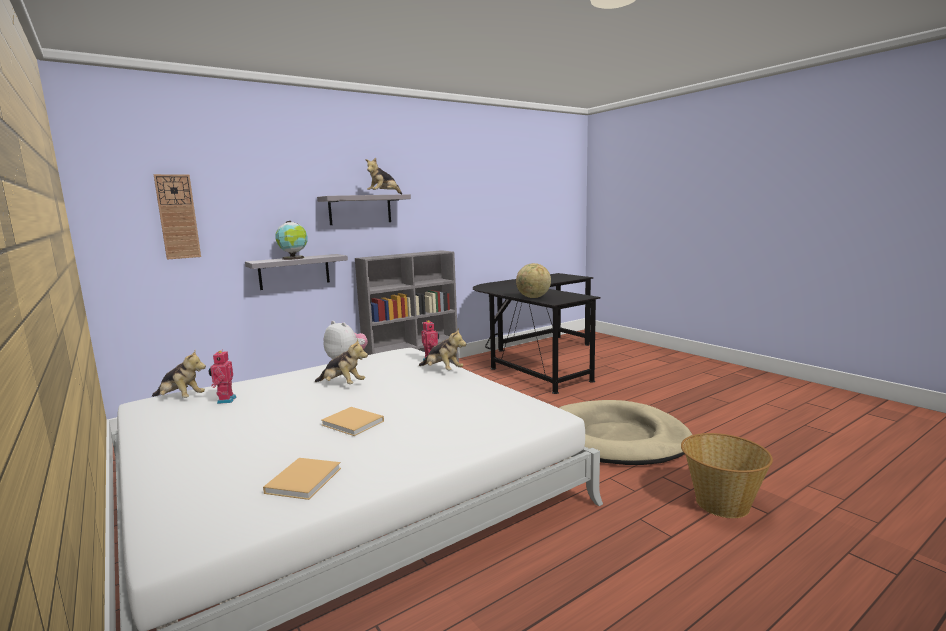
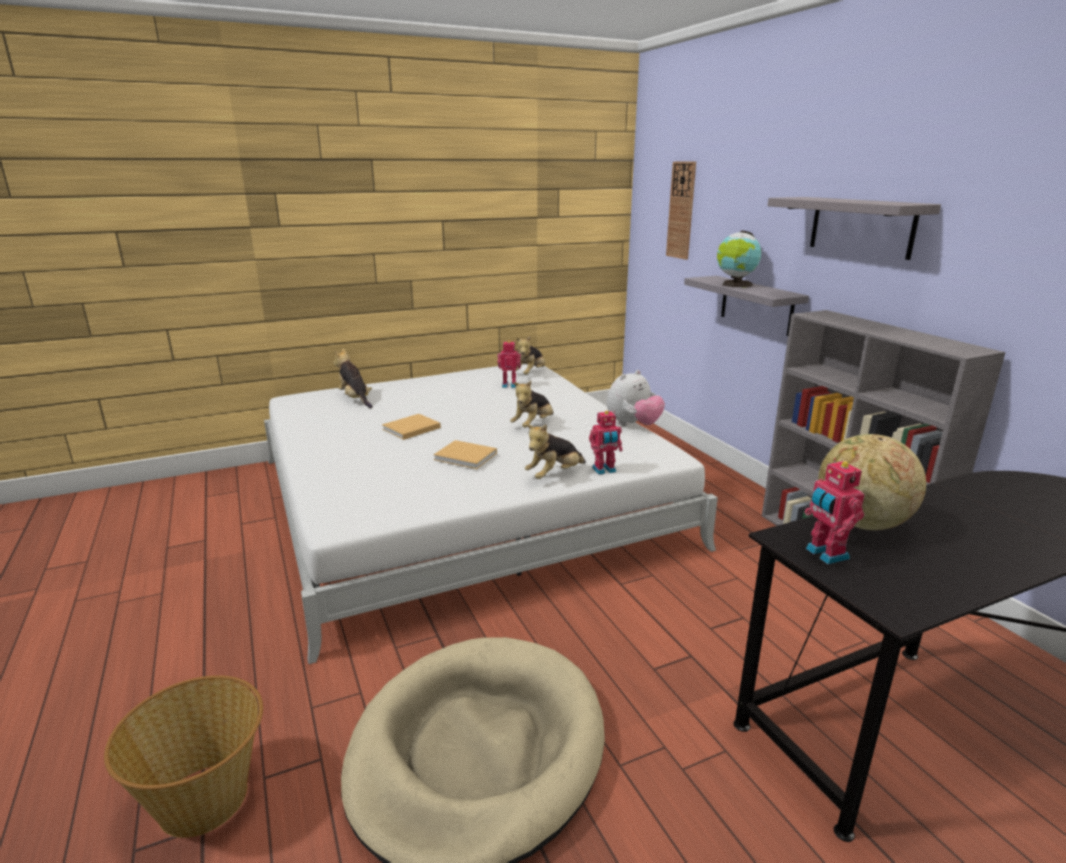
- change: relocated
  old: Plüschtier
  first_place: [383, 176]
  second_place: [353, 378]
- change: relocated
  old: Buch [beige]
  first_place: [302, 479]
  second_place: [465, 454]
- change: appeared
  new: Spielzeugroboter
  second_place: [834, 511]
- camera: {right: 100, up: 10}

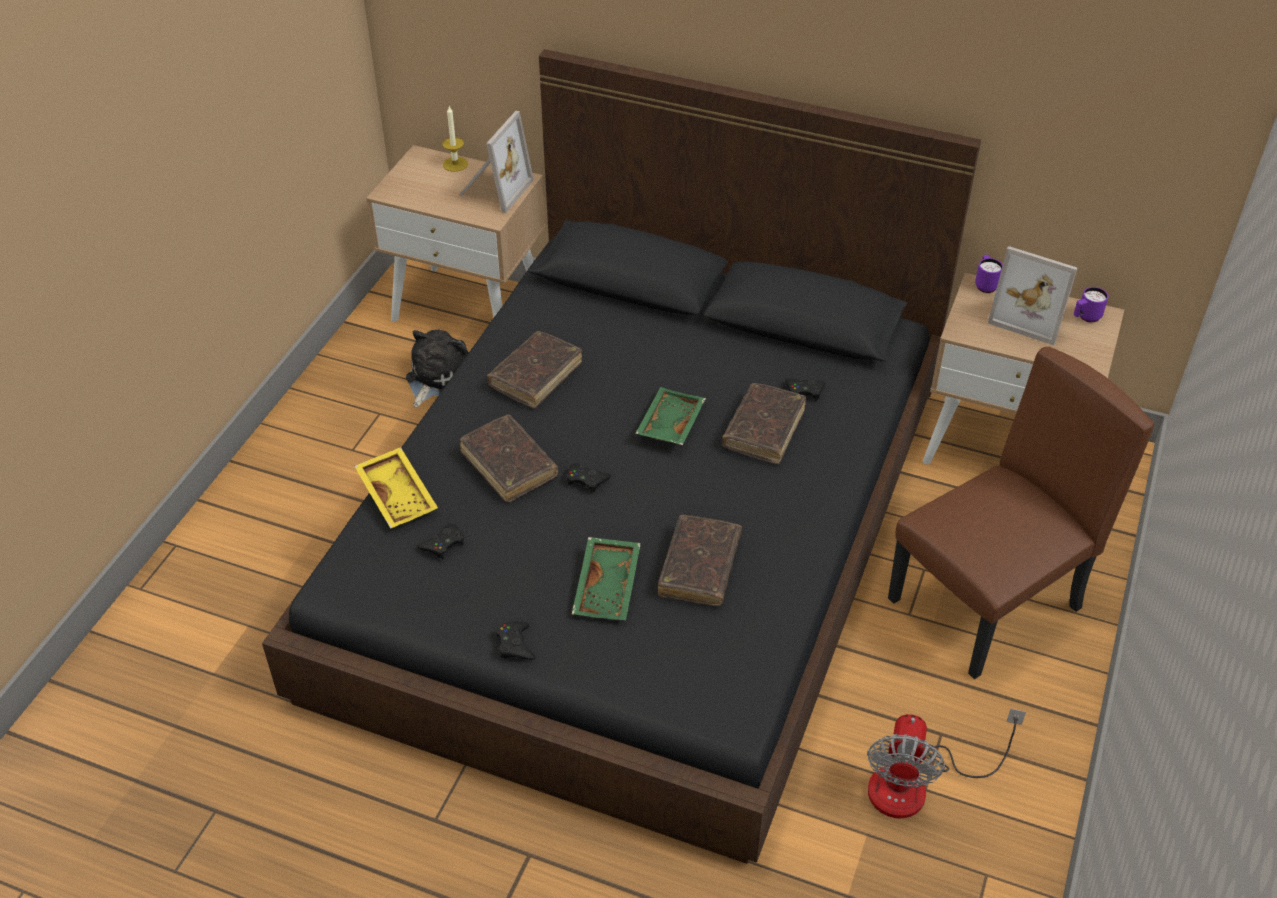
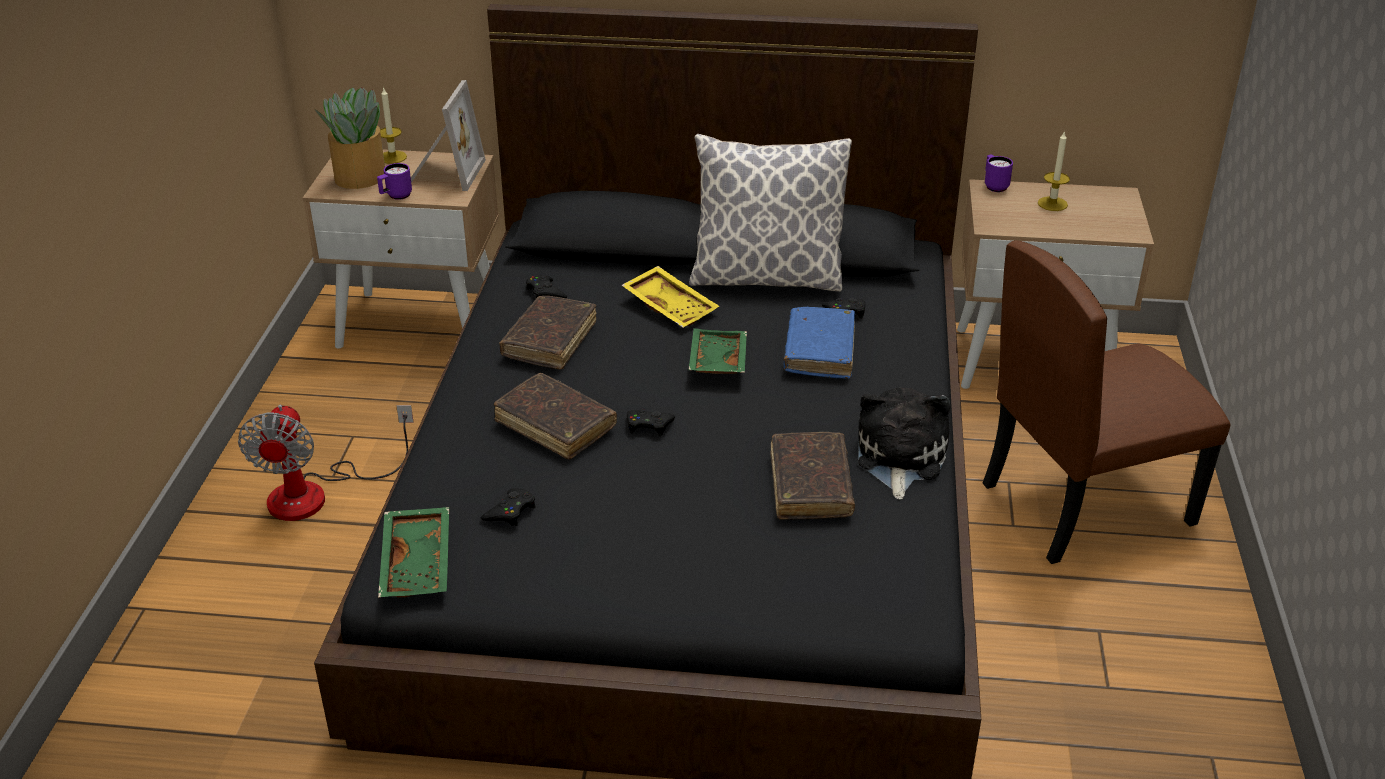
- change: exchanged
  old: Bilderrahmen
  new: Kerze
  first_place: [1032, 295]
  second_place: [1054, 170]
- change: relocated
  old: Henkelbecher [lila]
  first_place: [1091, 304]
  second_place: [394, 181]
- change: relocated
  old: Plüschtier
  first_place: [437, 368]
  second_place: [904, 444]
- change: spun
  old: Stuhl [braun]
  first_place: [1021, 513]
  second_place: [1107, 402]
  degrees: -150
- change: colour
  old: Buch [braun]
  new: Buch [blau]
  first_place: [764, 423]
  second_place: [819, 343]
- change: relocated
  old: Tablett [gelb]
  first_place: [396, 488]
  second_place: [670, 297]
- change: relocated
  old: Tablett [grün]
  first_place: [606, 578]
  second_place: [413, 552]
- change: relocated
  old: Gamepad [schwarz]
  first_place: [516, 640]
  second_place: [546, 286]
- change: relocated
  old: Ventilator
  first_place: [946, 764]
  second_place: [326, 462]
- change: appeared
  new: Topfpflanze
  second_place: [350, 138]
- change: appeared
  new: Kissen
  second_place: [770, 213]
- camera: {right: -15, up: -10}

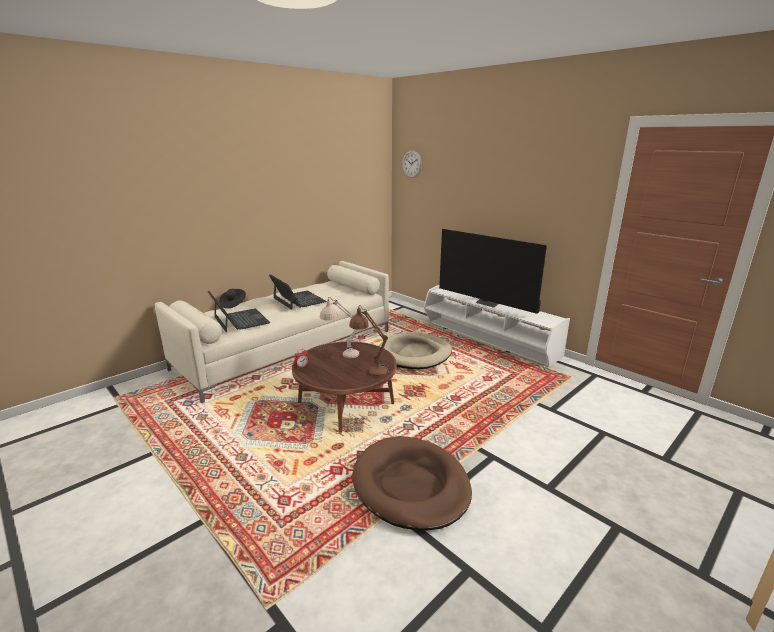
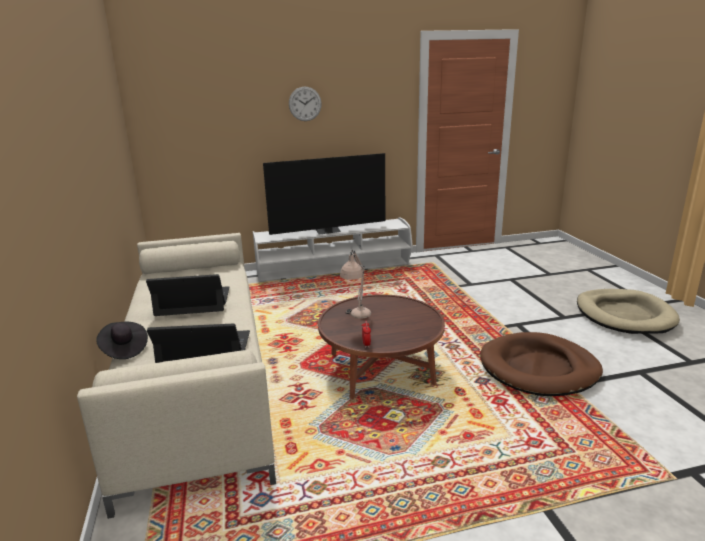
- change: relocated
  old: Wanduhr
  first_place: [412, 164]
  second_place: [305, 103]
- change: missing
  old: Tischlampe [braun]
  first_place: [369, 340]
- change: relocated
  old: Hundebett [beige]
  first_place: [415, 350]
  second_place: [628, 311]
- camera: {right: -60, up: 0}

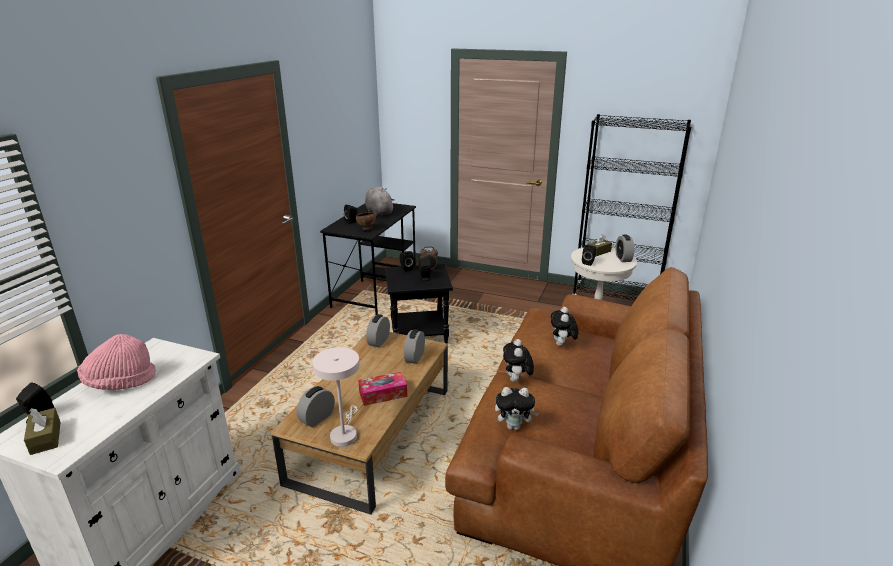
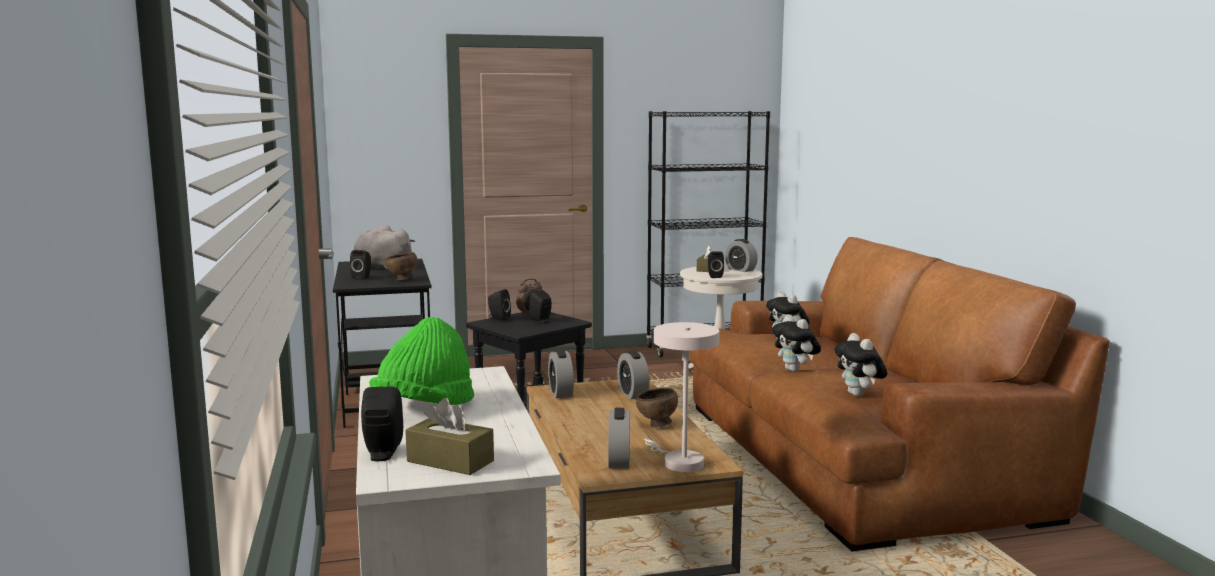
- change: colour
  old: Hut [rosa]
  new: Hut [grün]
  first_place: [116, 362]
  second_place: [421, 361]
- change: exchanged
  old: Taschentuchbox
  new: Schüssel [braun]
  first_place: [382, 389]
  second_place: [657, 407]
- change: spun
  old: Plüschtier
  first_place: [517, 408]
  second_place: [860, 364]
  degrees: 105
- camera: {right: -35, up: -15}

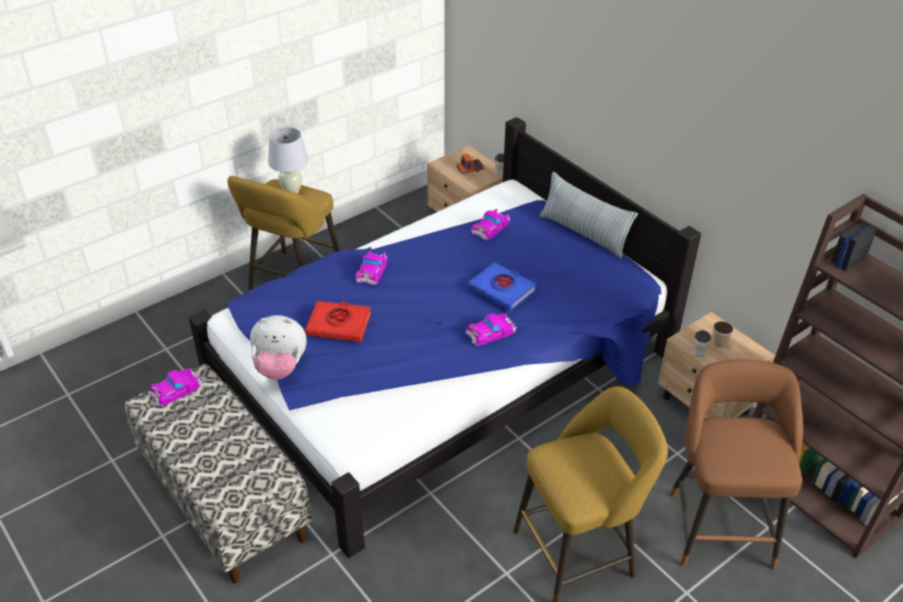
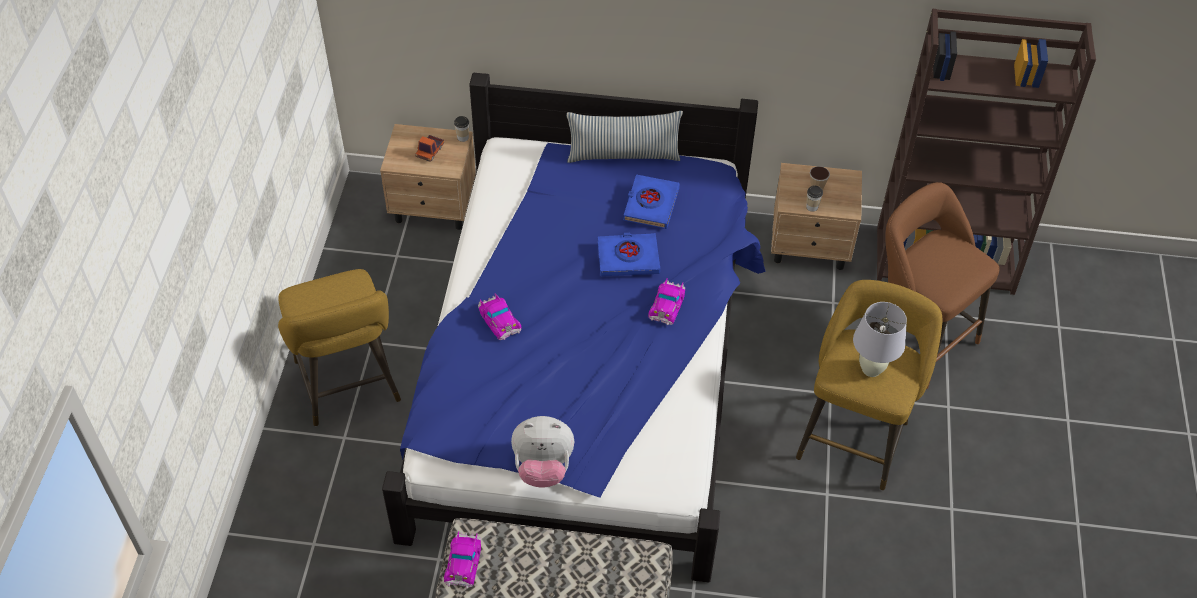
- change: relocated
  old: Tischlampe [weiß]
  first_place: [288, 160]
  second_place: [880, 339]
- change: missing
  old: Spielzeugauto
  first_place: [490, 224]
- change: missing
  old: Buch [rot]
  first_place: [338, 321]
- change: spun
  old: Plüschtier
  first_place: [278, 347]
  second_place: [542, 452]
  degrees: 45
- change: appeared
  new: Buch [blau]
  second_place: [651, 201]
- camera: {right: -45, up: 10}

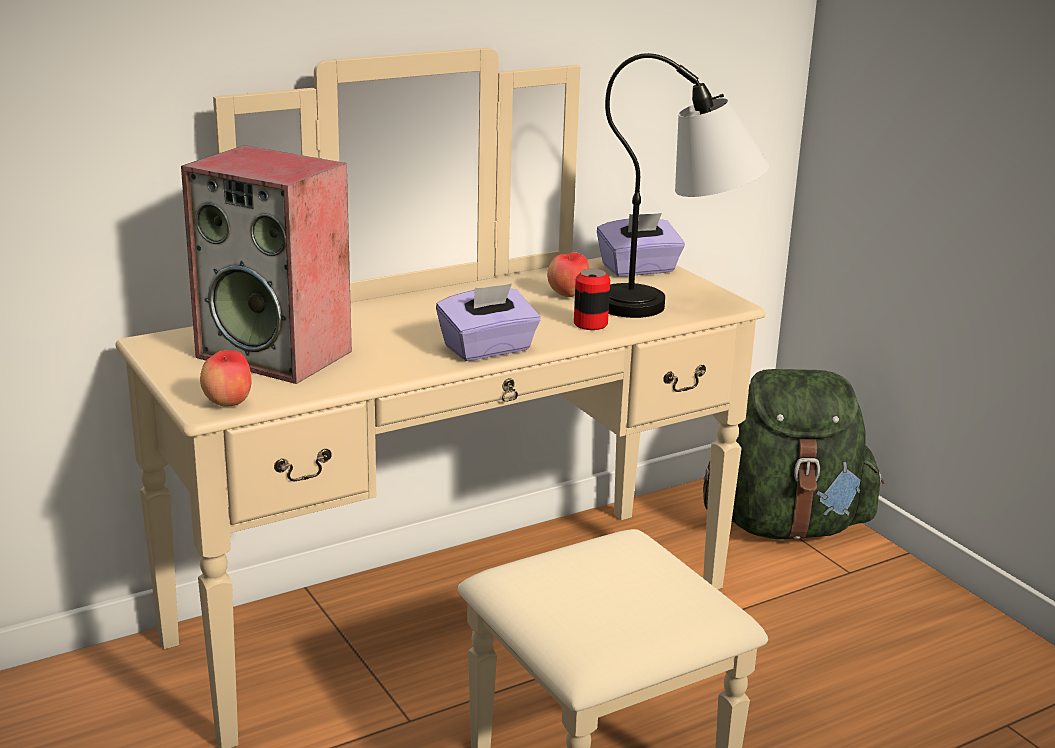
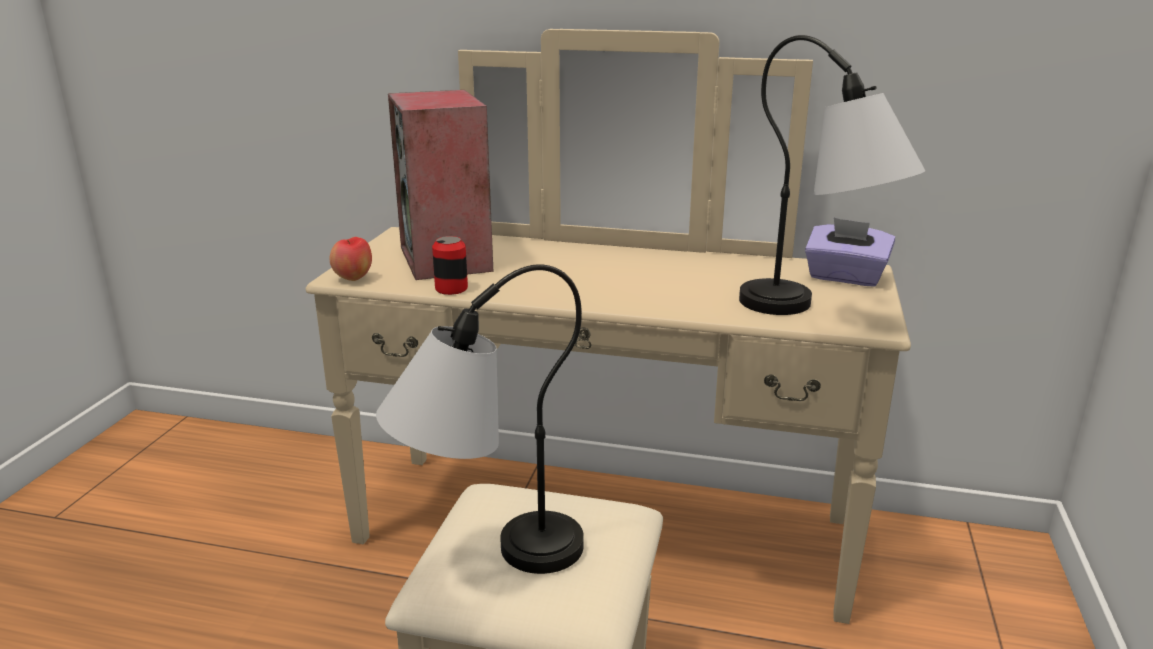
- change: missing
  old: Apfel
  first_place: [568, 274]
- change: relocated
  old: Dose
  first_place: [592, 299]
  second_place: [450, 265]
- change: missing
  old: Taschentuchbox [lila]
  first_place: [488, 322]
- change: missing
  old: Rucksack [grün]
  first_place: [793, 454]
- change: appeared
  new: Tischlampe
  second_place: [480, 419]
- camera: {right: 45, up: 0}

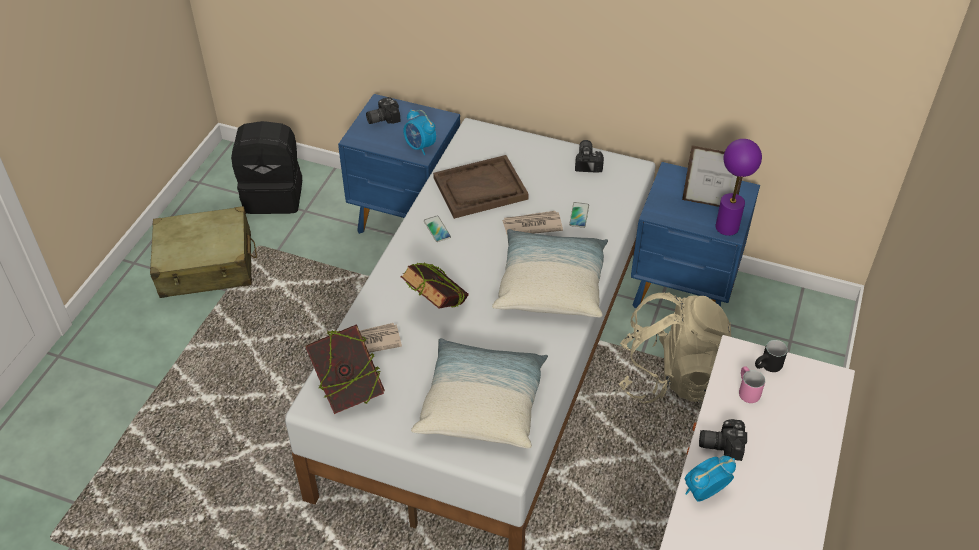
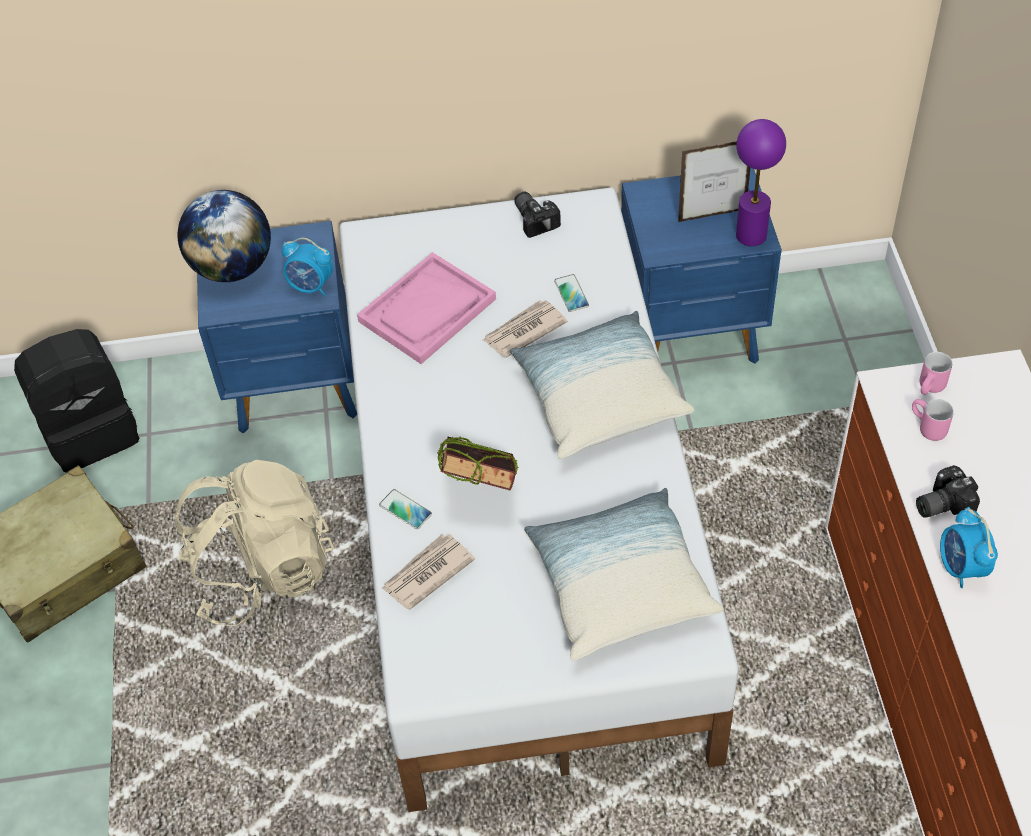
- change: exchanged
  old: Kamera
  new: Globus
  first_place: [383, 110]
  second_place: [224, 236]
- change: colour
  old: Tablett [braun]
  new: Tablett [rosa]
  first_place: [481, 187]
  second_place: [426, 308]
- change: relocated
  old: Handy
  first_place: [437, 229]
  second_place: [405, 509]
- change: relocated
  old: Rucksack [beige]
  first_place: [675, 348]
  second_place: [254, 543]
- change: missing
  old: Buch
  first_place: [345, 369]
- change: colour
  old: Henkelbecher [schwarz]
  new: Henkelbecher [rosa]
  first_place: [771, 356]
  second_place: [936, 373]
- change: spun
  old: Wecker
  first_place: [710, 479]
  second_place: [969, 547]
  degrees: -45
- camera: {right: -25, up: 5}

